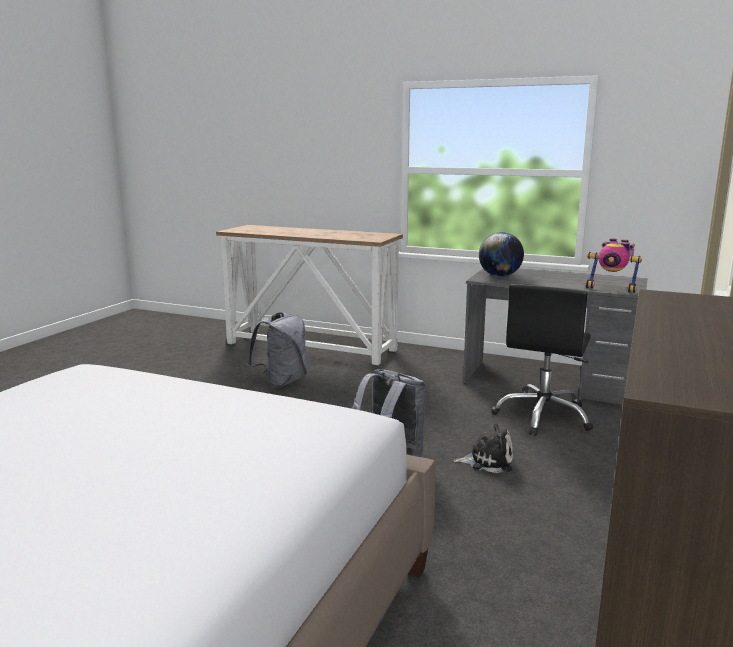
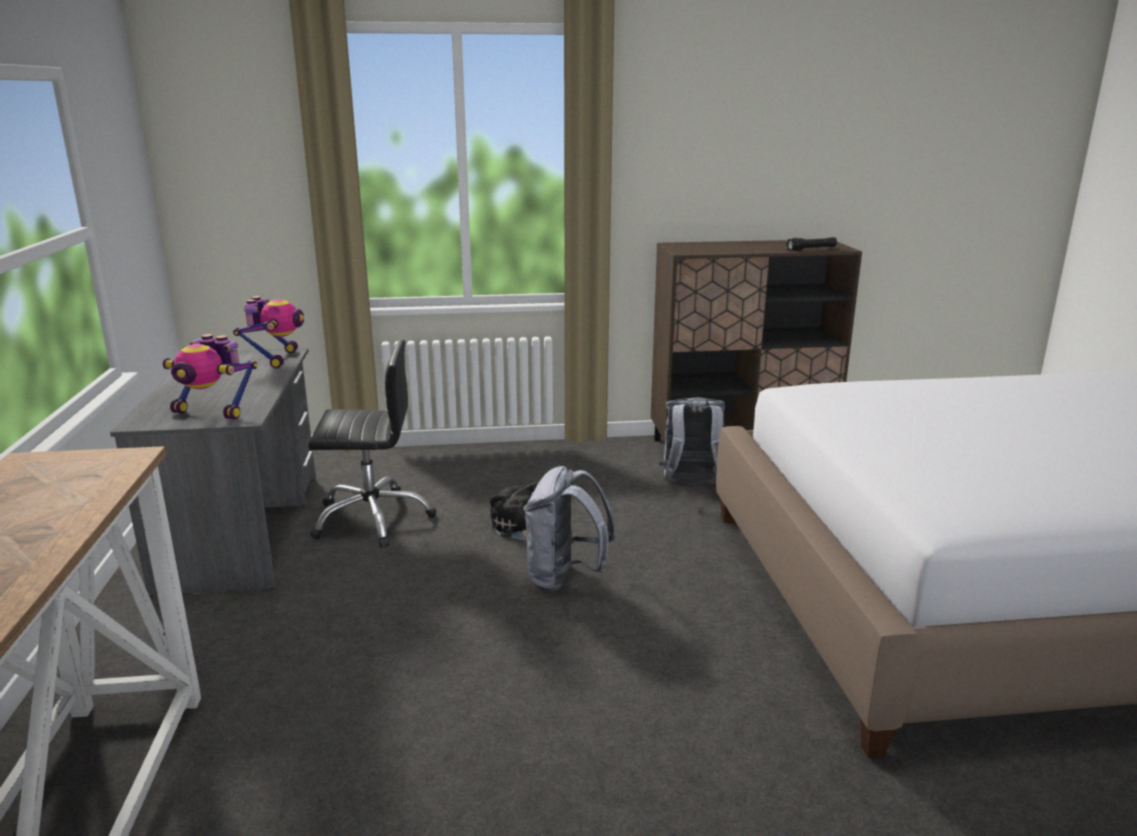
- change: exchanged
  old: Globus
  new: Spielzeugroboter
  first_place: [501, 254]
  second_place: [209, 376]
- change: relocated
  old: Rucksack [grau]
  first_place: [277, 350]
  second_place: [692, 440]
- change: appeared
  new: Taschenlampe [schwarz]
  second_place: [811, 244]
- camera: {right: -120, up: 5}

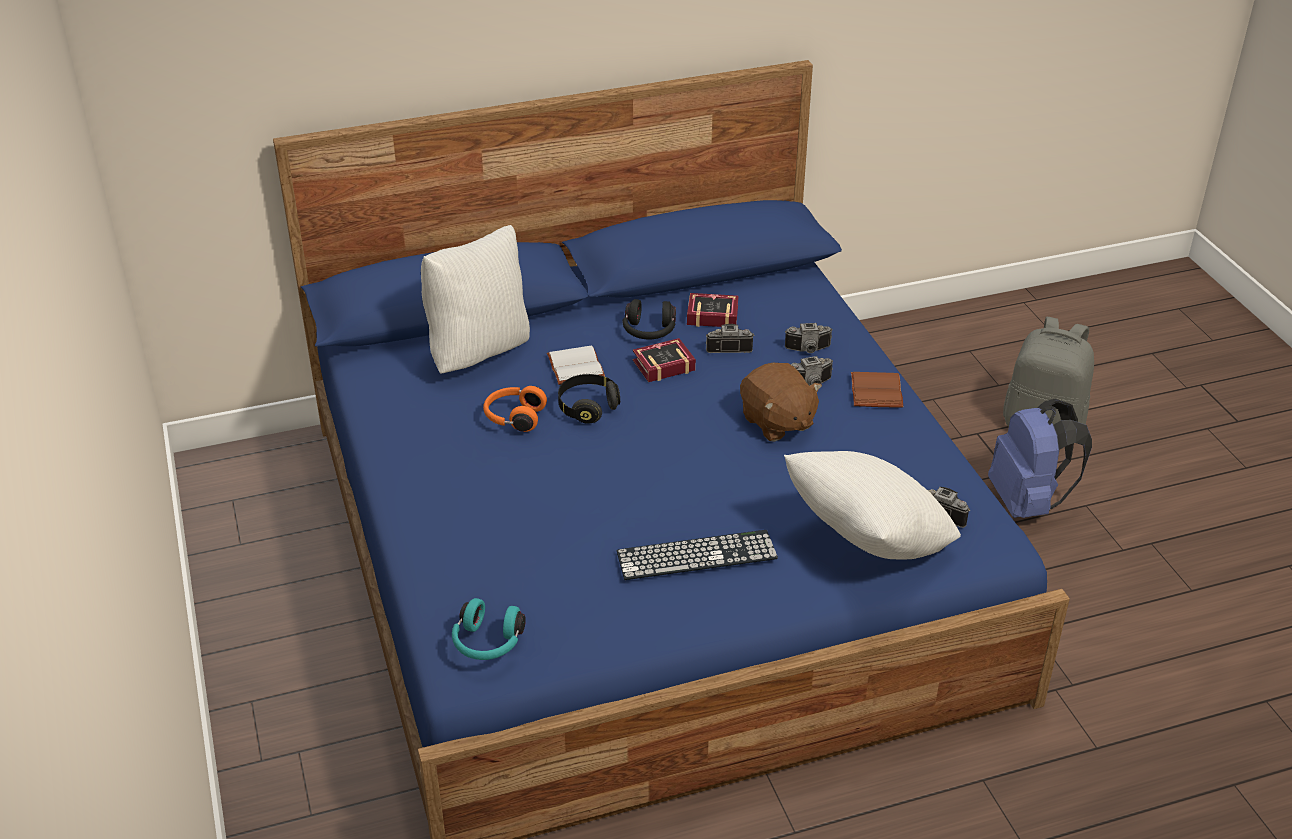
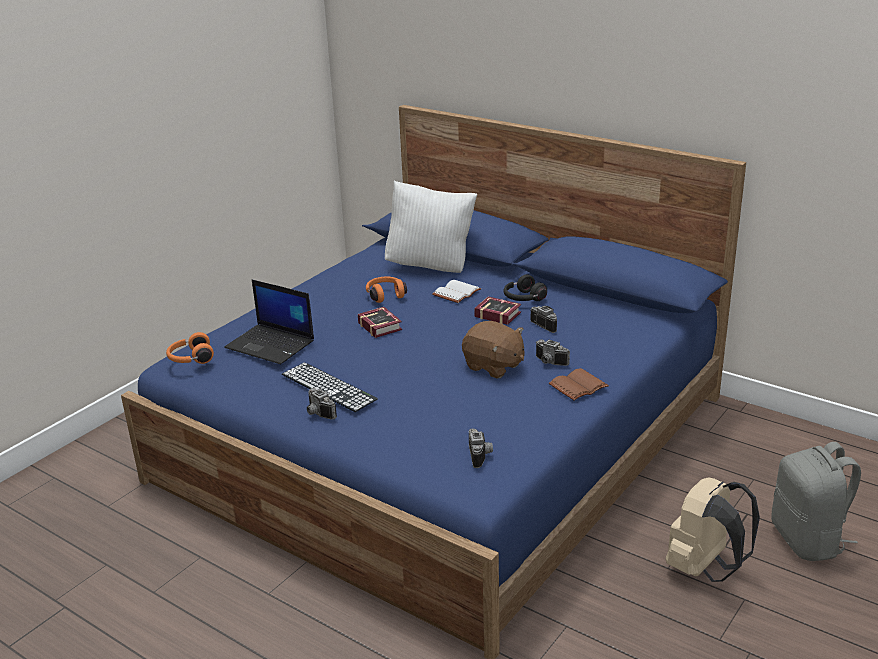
- change: relocated
  old: Buch
  first_place: [713, 310]
  second_place: [380, 322]
- change: relocated
  old: Kamera
  first_place: [809, 338]
  second_place: [322, 403]
- change: spun
  old: Plüschtier [braun]
  first_place: [781, 401]
  second_place: [493, 350]
  degrees: -75
- change: missing
  old: Kopfhörer [schwarz]
  first_place: [589, 399]
- change: colour
  old: Rucksack [blau]
  new: Rucksack [beige]
  first_place: [1040, 458]
  second_place: [713, 529]
- change: missing
  old: Kissen [weiß]
  first_place: [872, 505]
- change: colour
  old: Kopfhörer [türkis]
  new: Kopfhörer [orange]
  first_place: [489, 629]
  second_place: [190, 348]
- change: appeared
  new: Laptop
  second_place: [269, 322]
- camera: {right: 55, up: -10}

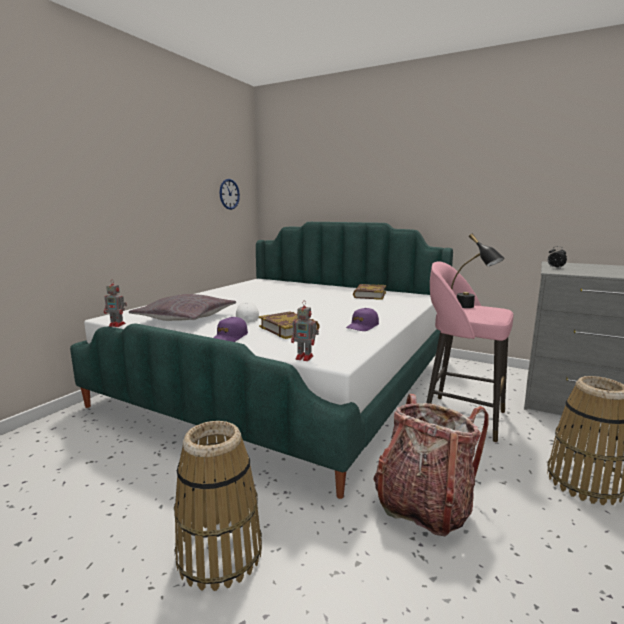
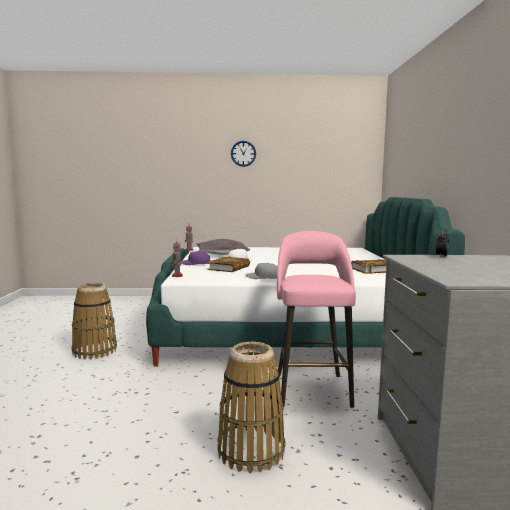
- change: relocated
  old: Wanduhr
  first_place: [229, 194]
  second_place: [243, 154]
- change: missing
  old: Tischlampe [schwarz]
  first_place: [478, 271]
- change: colour
  old: Kappe [lila]
  new: Kappe [grau]
  first_place: [362, 319]
  second_place: [262, 271]
- change: missing
  old: Rucksack
  first_place: [431, 465]
- camera: {right: 60, up: -5}

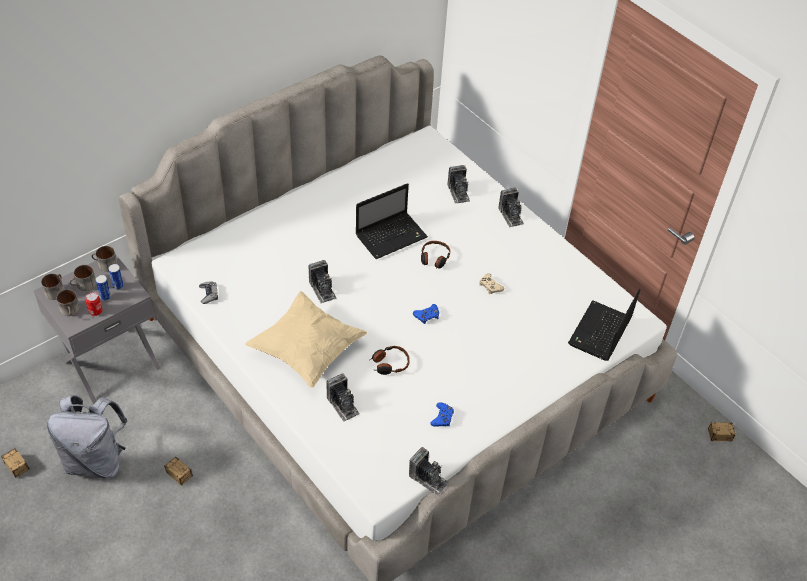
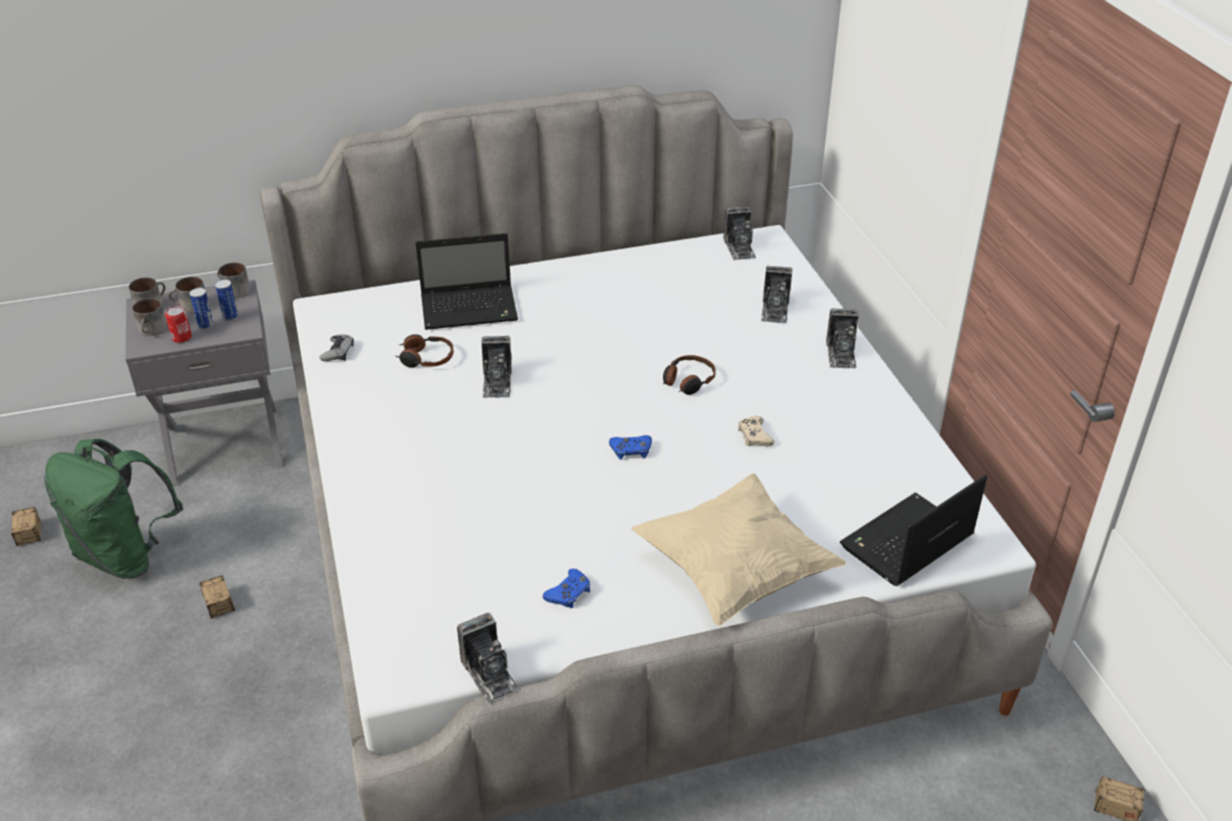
- change: relocated
  old: Laptop
  first_place: [391, 221]
  second_place: [467, 281]
- change: relocated
  old: Kissen [beige]
  first_place: [306, 339]
  second_place: [739, 549]
- change: relocated
  old: Kopfhörer
  first_place: [390, 360]
  second_place: [425, 351]
- change: relocated
  old: Kamera
  first_place: [343, 397]
  second_place: [739, 233]
- change: colour
  old: Rucksack [grau]
  new: Rucksack [grün]
  first_place: [87, 436]
  second_place: [113, 509]
- camera: {right: 25, up: -10}

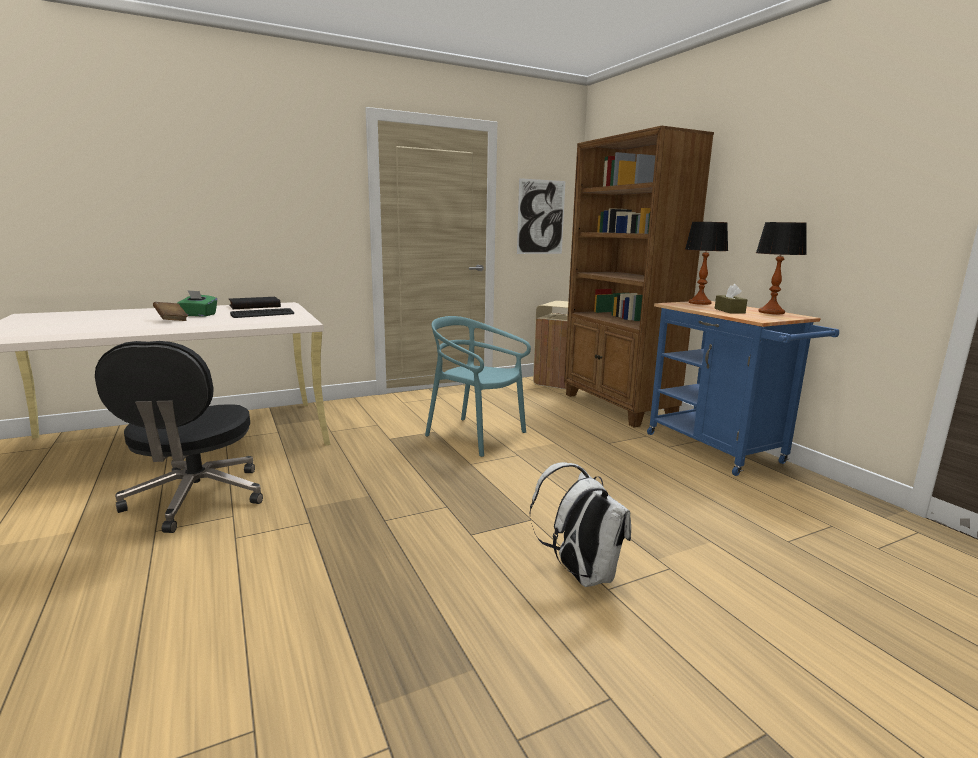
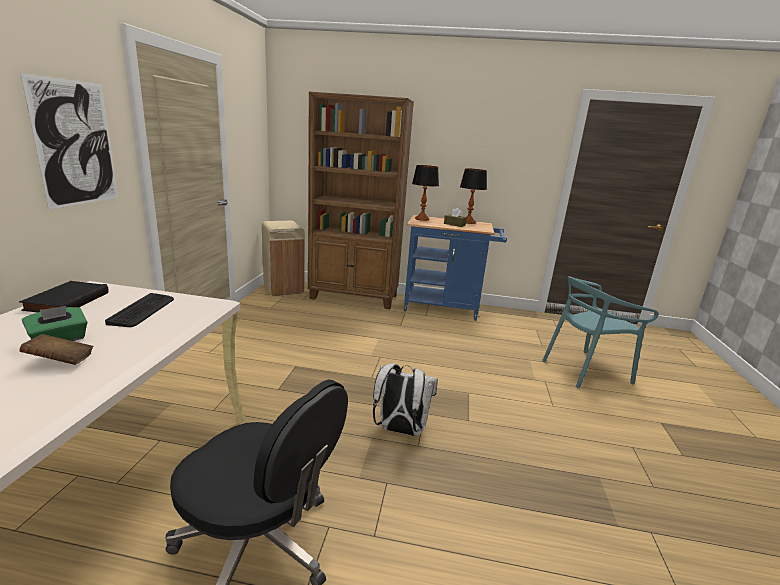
- change: relocated
  old: Bild
  first_place: [541, 216]
  second_place: [69, 141]
- change: relocated
  old: Stuhl [türkis]
  first_place: [478, 386]
  second_place: [600, 332]
- change: relocated
  old: Rucksack [weiß]
  first_place: [580, 524]
  second_place: [405, 400]
- camera: {right: -55, up: 5}

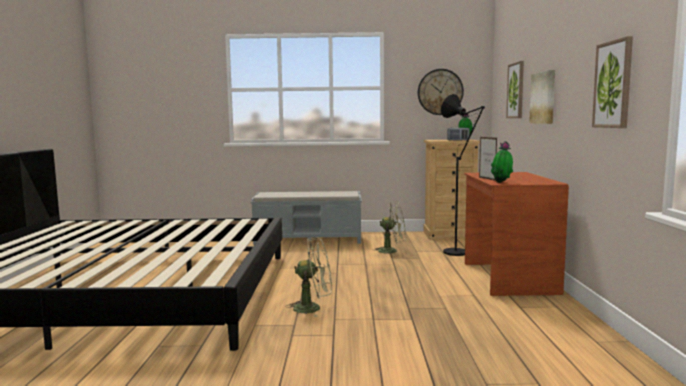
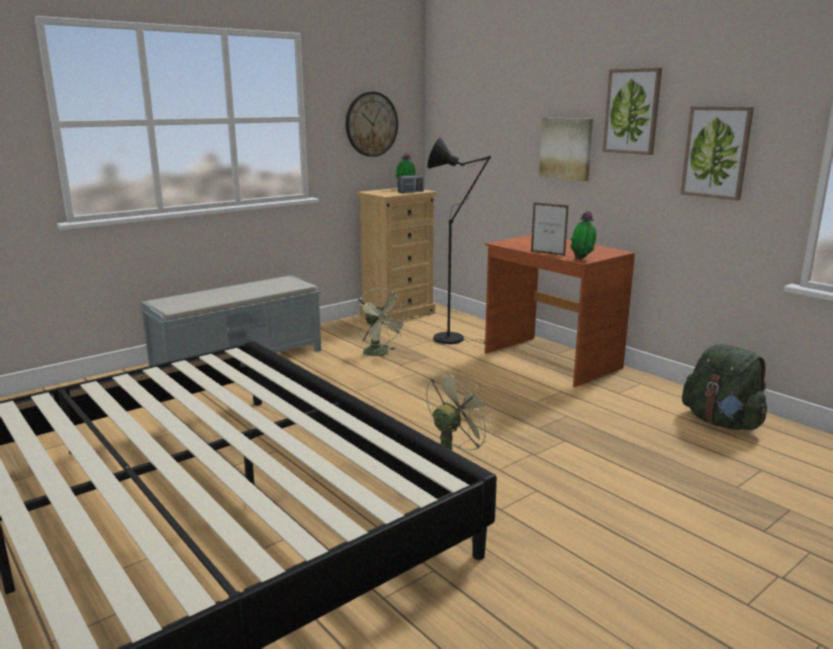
- change: relocated
  old: Bild
  first_place: [515, 89]
  second_place: [632, 111]
- change: spun
  old: Ventilator [grün]
  first_place: [391, 228]
  second_place: [380, 323]
  degrees: 90
- change: appeared
  new: Rucksack [grün]
  second_place: [724, 387]
- camera: {right: -40, up: 10}

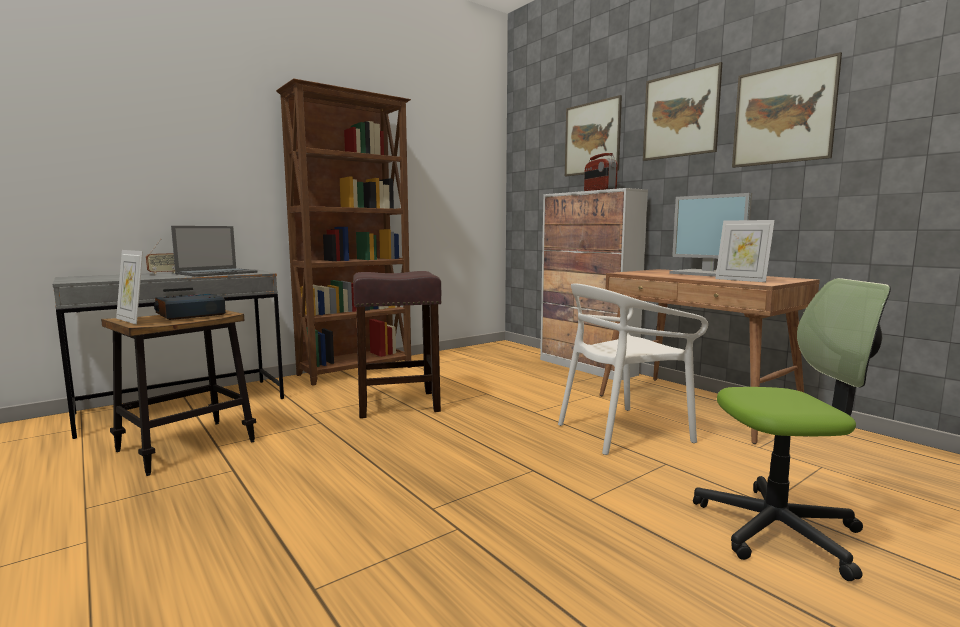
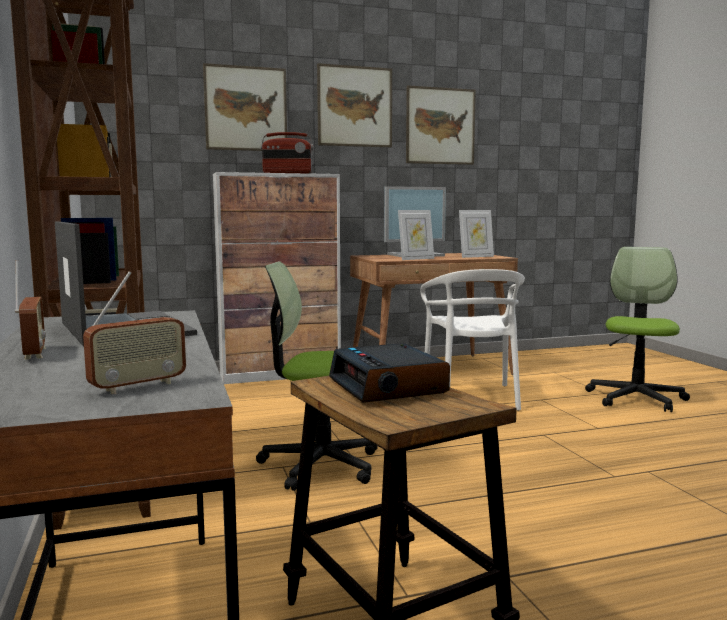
- change: relocated
  old: Bilderrahmen
  first_place: [129, 287]
  second_place: [416, 235]
- change: exchanged
  old: Hocker [braun]
  new: Bürostuhl
  first_place: [397, 344]
  second_place: [317, 376]
- change: appeared
  new: Radio
  second_place: [134, 332]
- camera: {right: -70, up: 0}

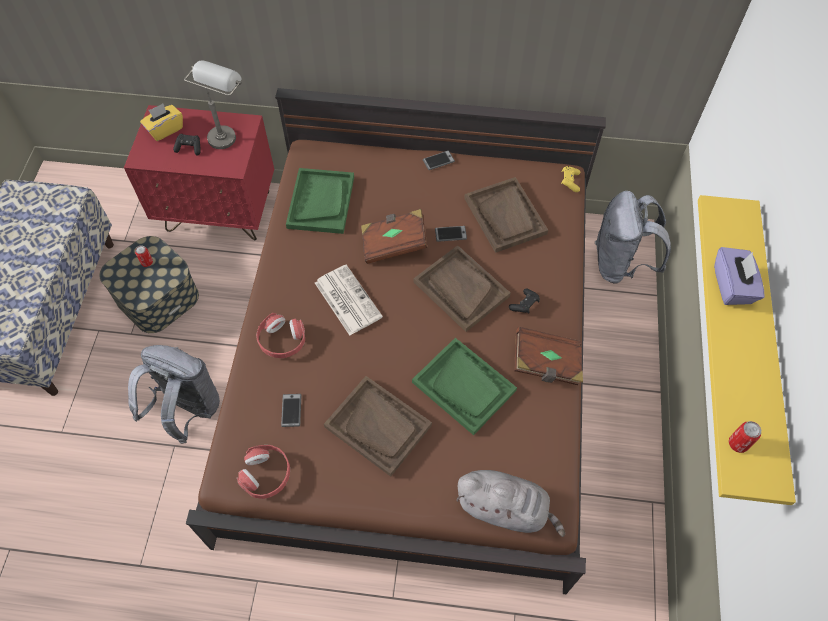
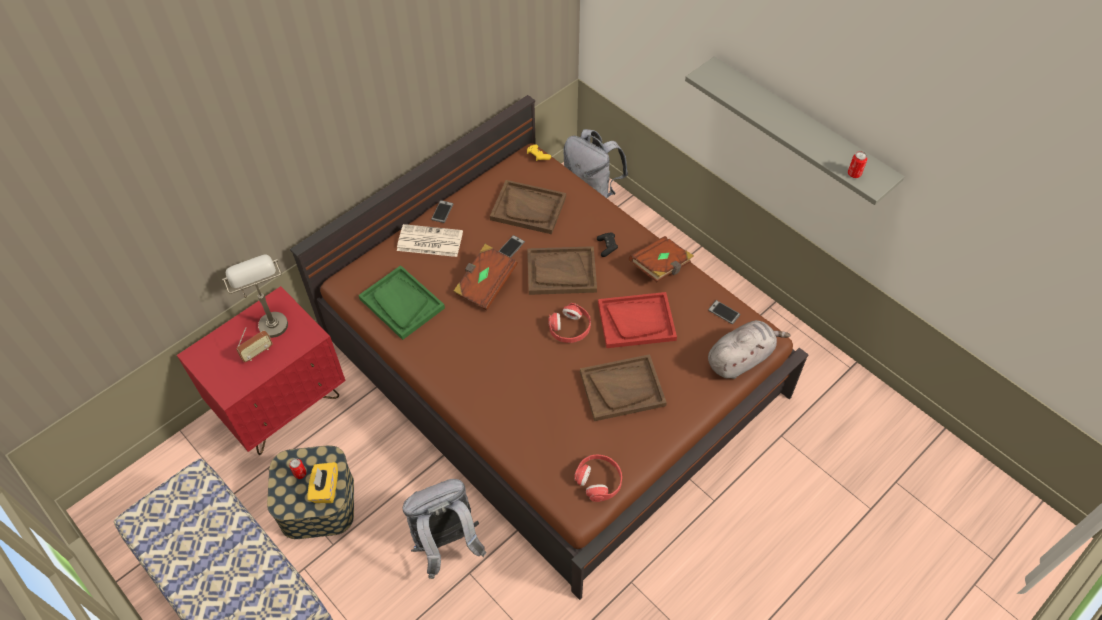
- change: relocated
  old: Taschentuchbox [gelb]
  first_place: [161, 122]
  second_place: [323, 482]
- change: exchanged
  old: Gamepad [schwarz]
  new: Radio
  first_place: [187, 144]
  second_place: [254, 344]
- change: colour
  old: Wandregal [gelb]
  new: Wandregal [grau]
  first_place: [747, 350]
  second_place: [795, 130]
- change: missing
  old: Taschentuchbox [lila]
  first_place: [739, 276]
- change: relocated
  old: Zeitung
  first_place: [349, 300]
  second_place: [430, 240]
- change: relocated
  old: Kopfhörer [rot]
  first_place: [280, 335]
  second_place: [569, 323]
- change: colour
  old: Tablett [grün]
  new: Tablett [rot]
  first_place: [464, 386]
  second_place: [637, 320]
- change: relocated
  old: Handy
  first_place: [291, 410]
  second_place: [724, 312]
- camera: {right: -50, up: -5}

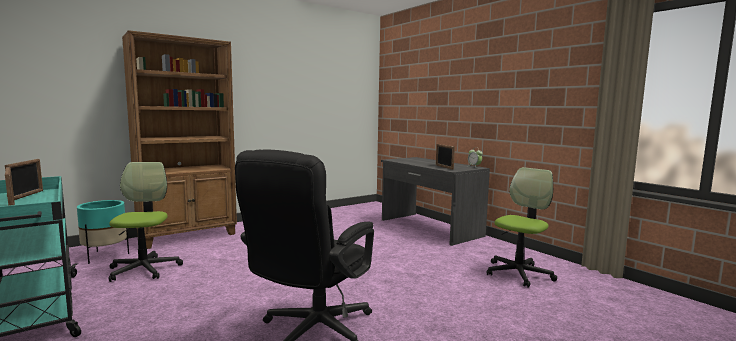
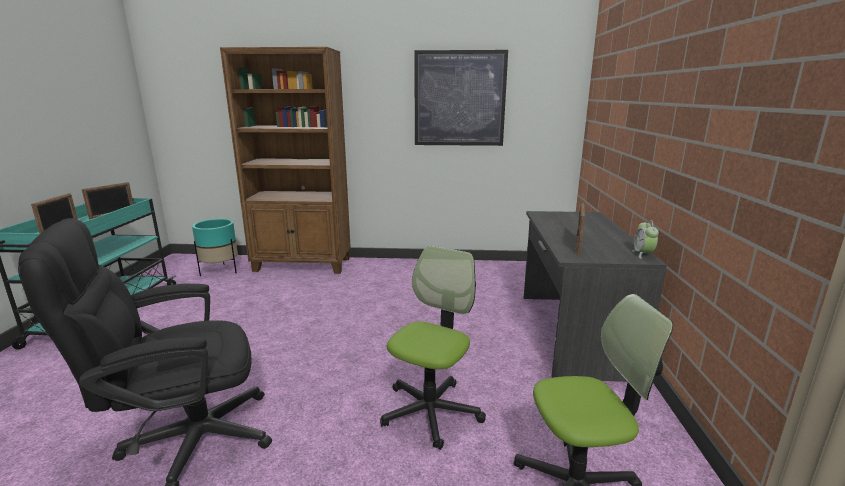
- change: relocated
  old: Bürostuhl
  first_place: [146, 222]
  second_place: [433, 348]
- change: appeared
  new: Bild
  second_place: [461, 98]
- camera: {right: 40, up: 10}

